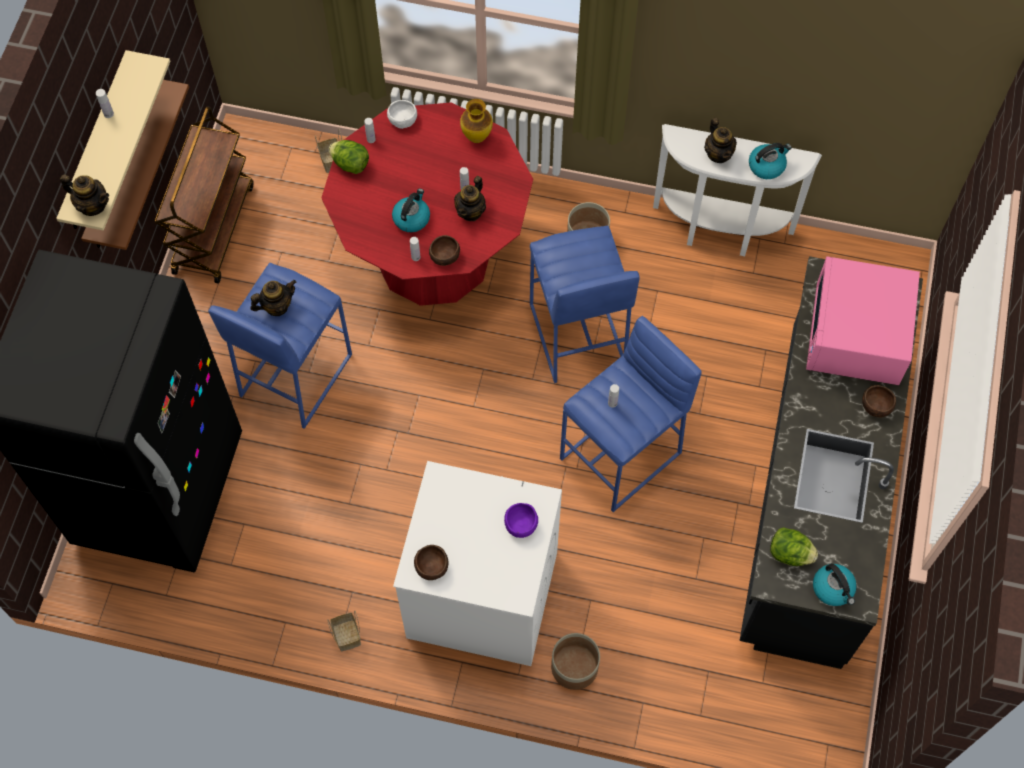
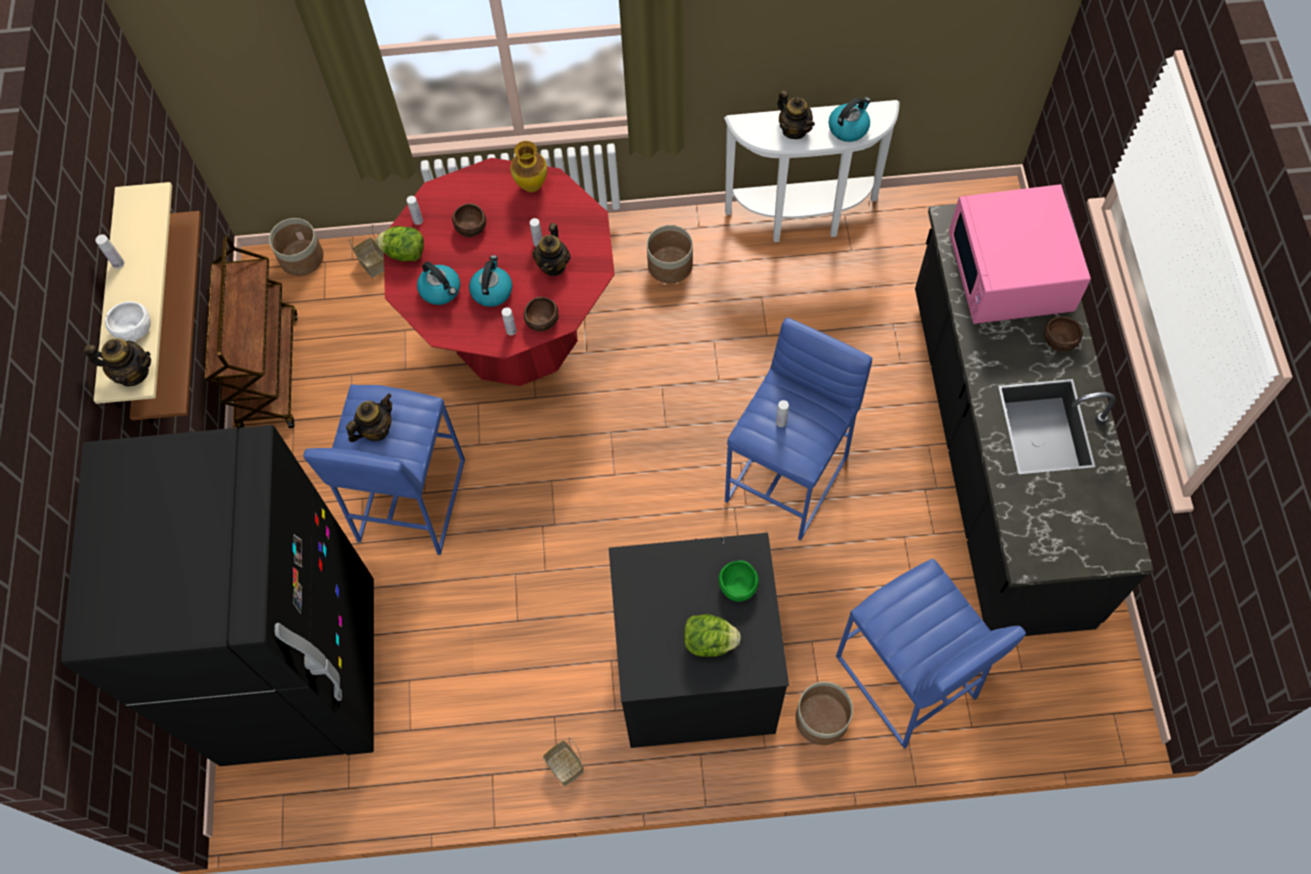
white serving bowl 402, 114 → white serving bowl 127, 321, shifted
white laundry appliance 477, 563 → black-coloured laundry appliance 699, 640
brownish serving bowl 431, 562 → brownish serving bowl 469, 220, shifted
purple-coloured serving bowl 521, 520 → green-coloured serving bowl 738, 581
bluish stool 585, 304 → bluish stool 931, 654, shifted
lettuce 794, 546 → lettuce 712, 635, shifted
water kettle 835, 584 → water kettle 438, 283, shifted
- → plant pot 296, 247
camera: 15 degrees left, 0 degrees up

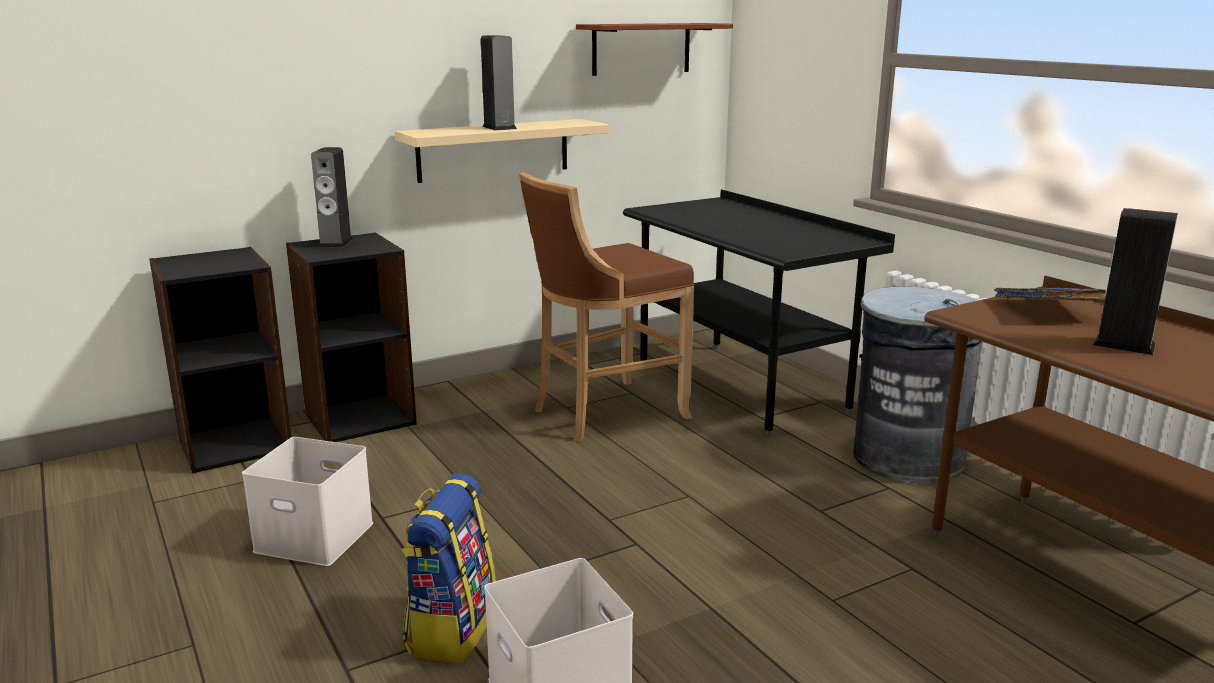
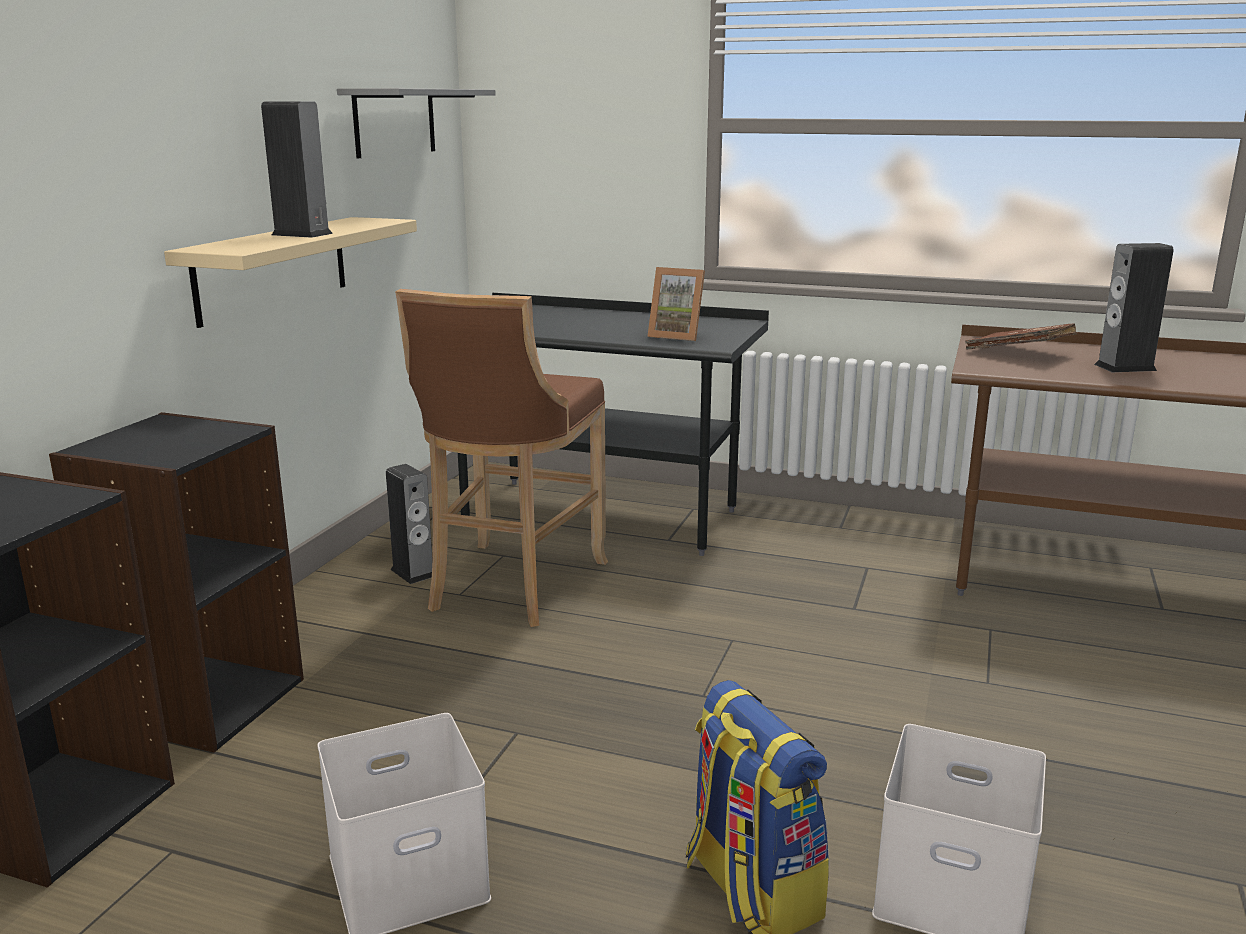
loudspeaker 332, 197 → loudspeaker 409, 524, shifted
brownish bracket shelf 654, 49 → greyish bracket shelf 416, 123
greyish rubbish bin 917, 385 → -
bluish volume 1050, 295 → brownish volume 1020, 336
- → standing frame 676, 304
camera: 40 degrees left, 0 degrees up

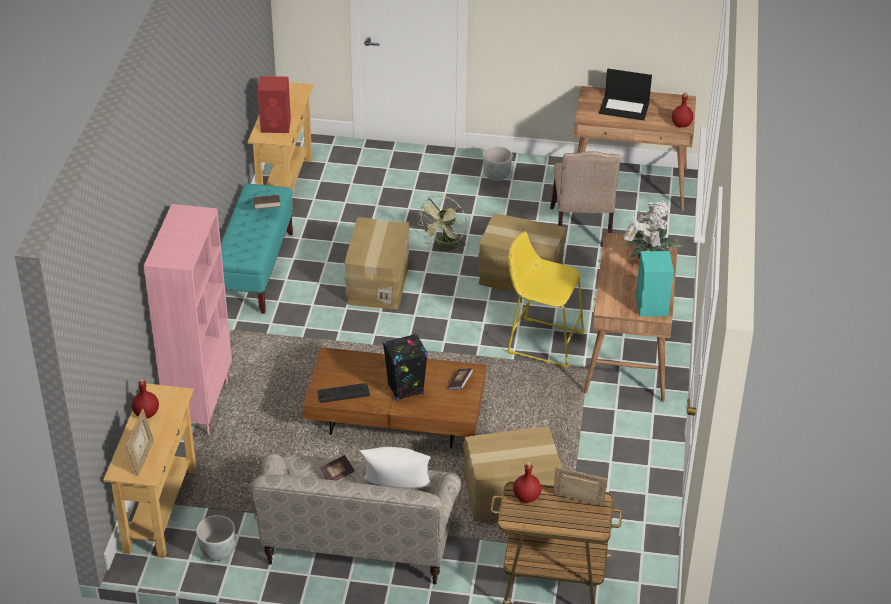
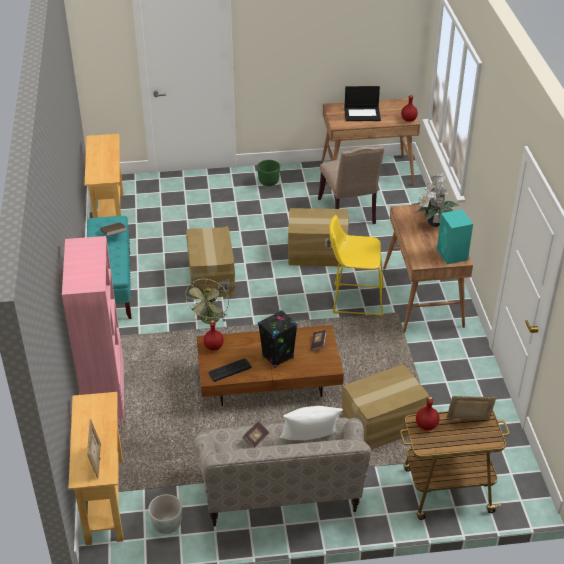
red drink bottle 145, 398 → red drink bottle 214, 335, shifted
red loudspeaker 274, 104 → -
green-coloured cooling fan 442, 223 → green-coloured cooling fan 207, 301, shifted
greyish plant pot 498, 163 → green-coloured plant pot 268, 173
camera: 15 degrees left, 0 degrees up

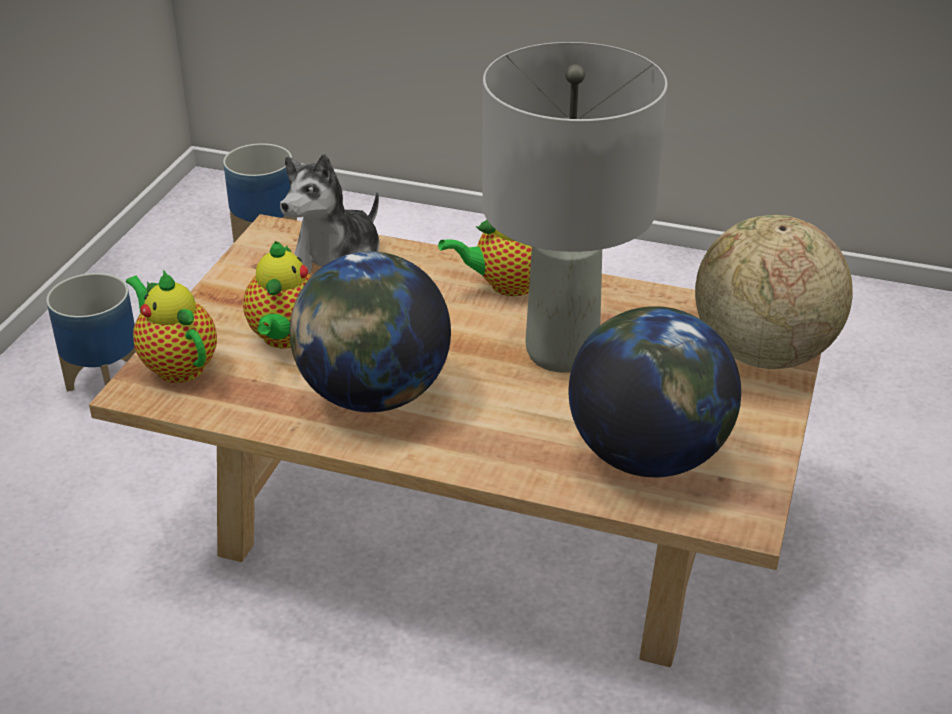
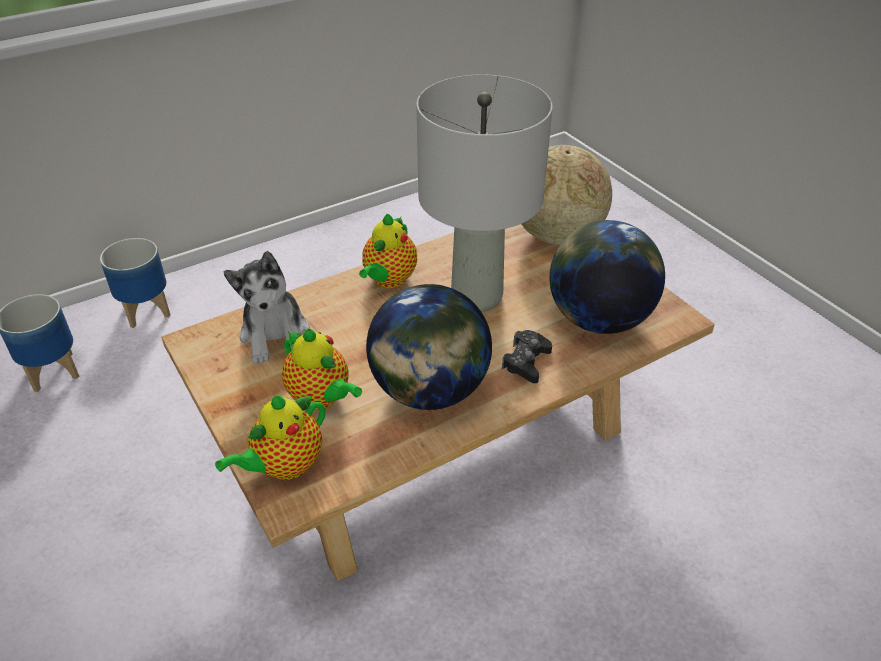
plant pot 91, 332 → plant pot 135, 283, shifted
tea pot 171, 326 → tea pot 270, 437, 45 degrees counterclockwise
- → black-coloured joypad 527, 356
camera: 50 degrees left, 5 degrees up

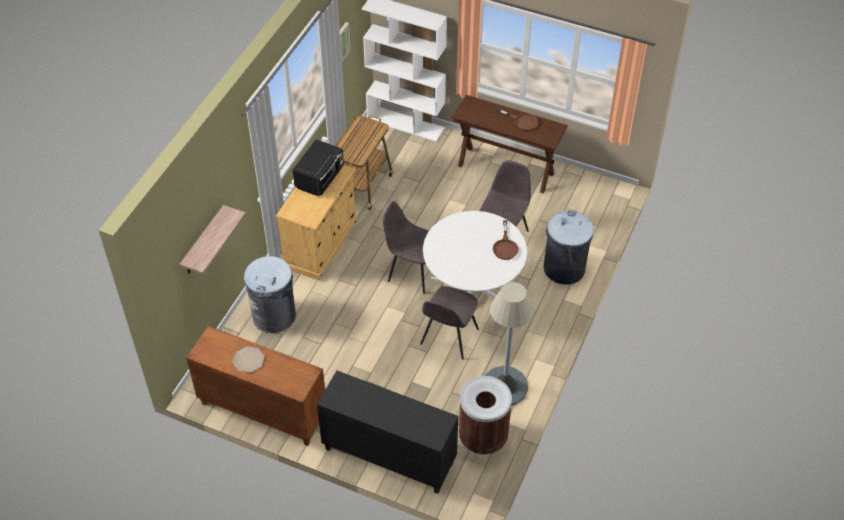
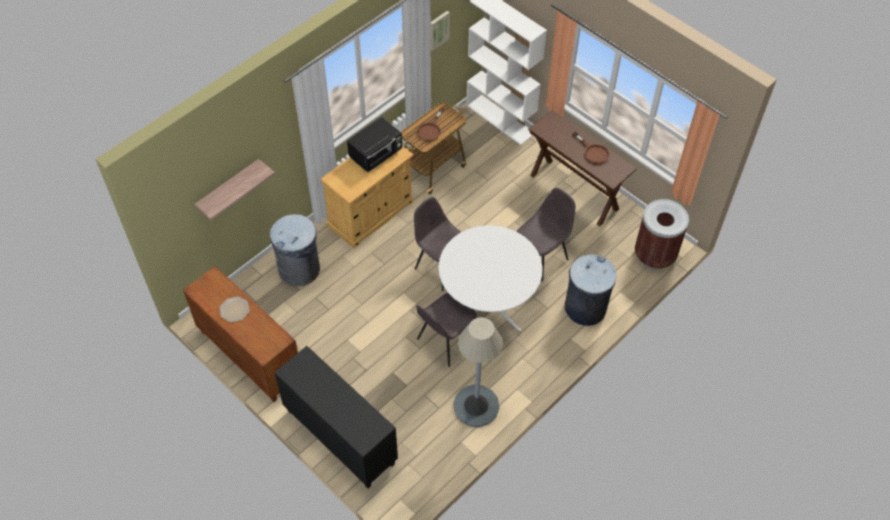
brownish rubbish bin 485, 415 → brownish rubbish bin 662, 234, shifted
brownish frying pan 506, 240 → brownish frying pan 430, 124, shifted
camera: 20 degrees right, 5 degrees up

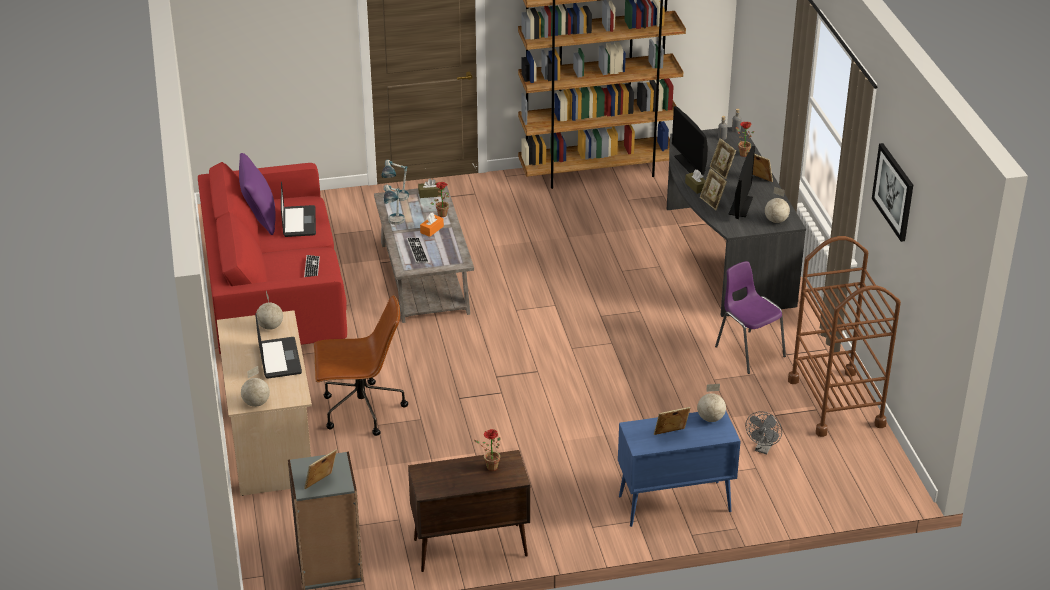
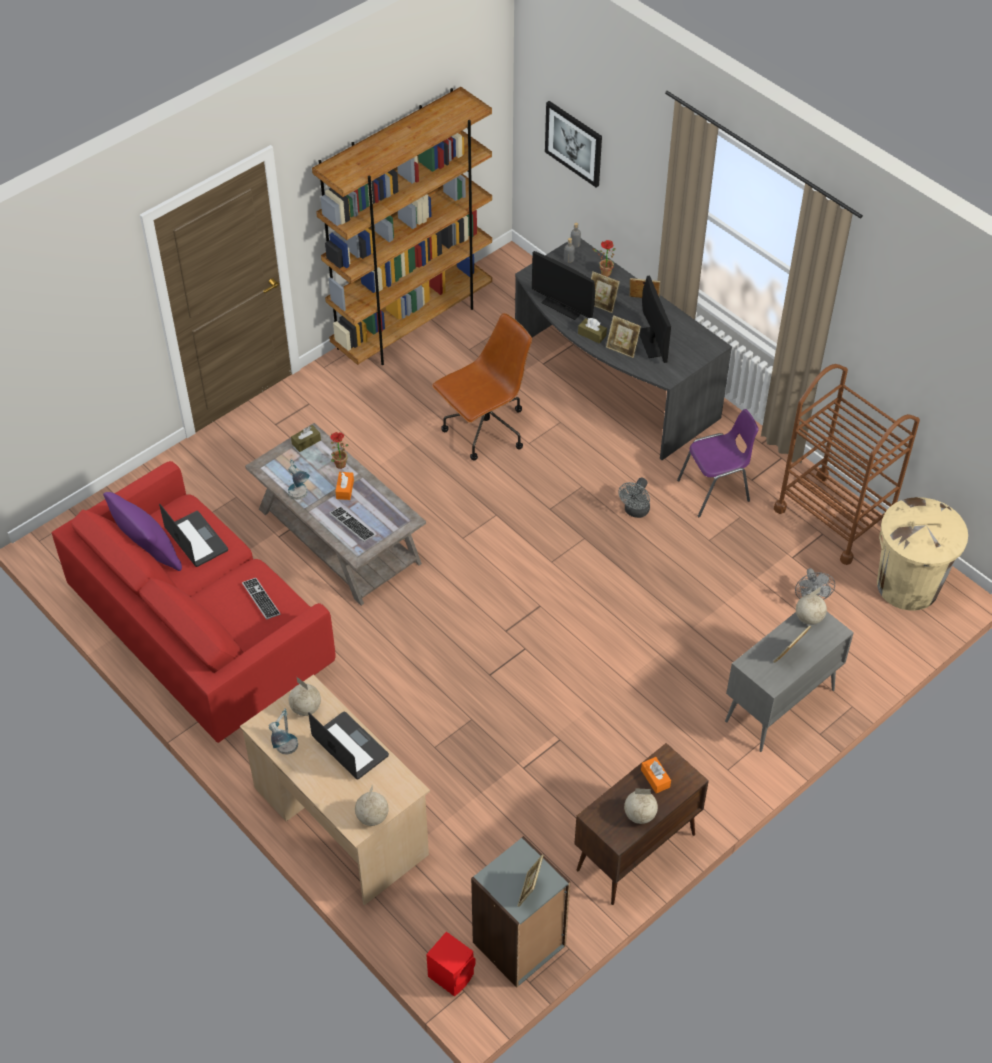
brownish office chair 361, 365 → brownish office chair 482, 387, shifted
table lamp 395, 180 → table lamp 283, 732, shifted
houseplant 487, 450 → orange-coloured box of tissues 656, 775
bluish cupboard 679, 469 → greyish cupboard 789, 682
purple-coloured plain chair 750, 317 → purple-coloured plain chair 718, 463, 135 degrees clockwise
globe 777, 205 → globe 641, 806, shifted
picture 892, 192 → picture 573, 144, shifted
- → red loudspeaker 451, 964
- → greyish cooling fan 634, 498
- → beige-coloured rubbish bin 922, 554
camera: 30 degrees left, 15 degrees up

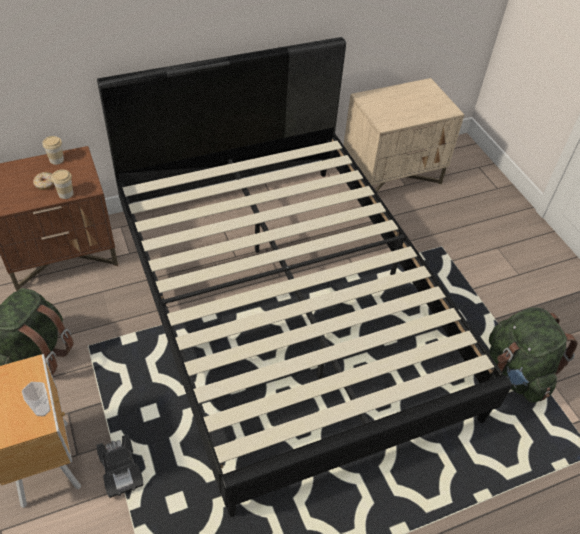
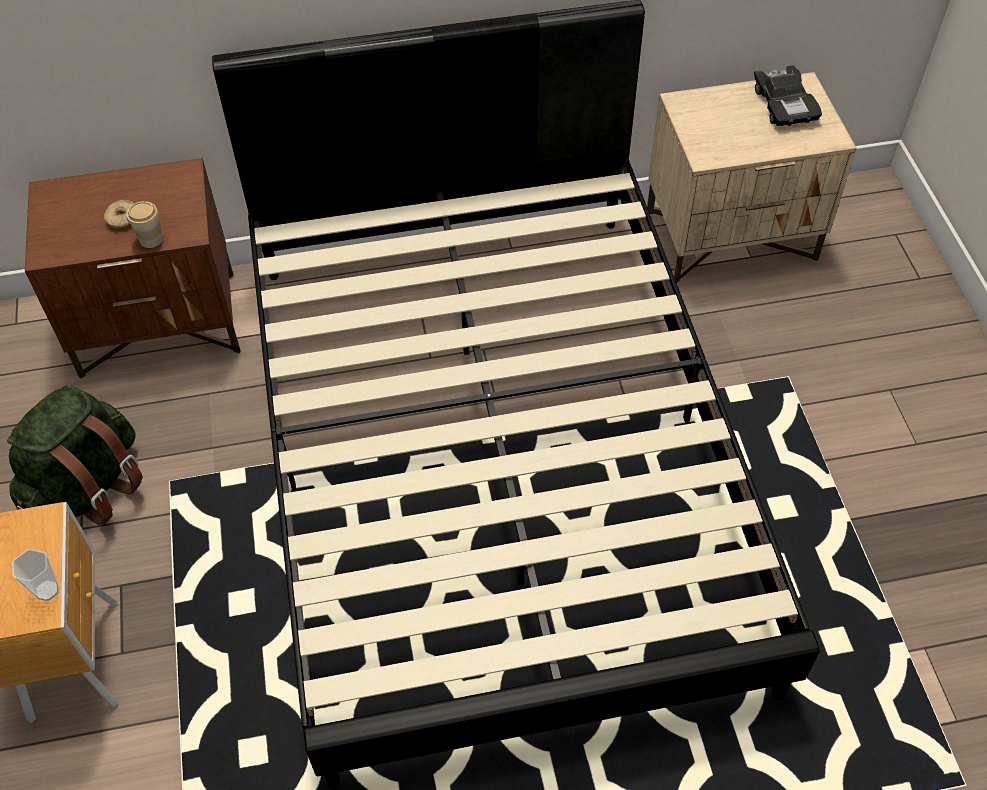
drinking cup 53, 150 → -
black-coloured toy car 119, 466 → black-coloured toy car 788, 95, shifted
green-coloured rucksack 533, 355 → -
camera: 15 degrees right, 5 degrees up

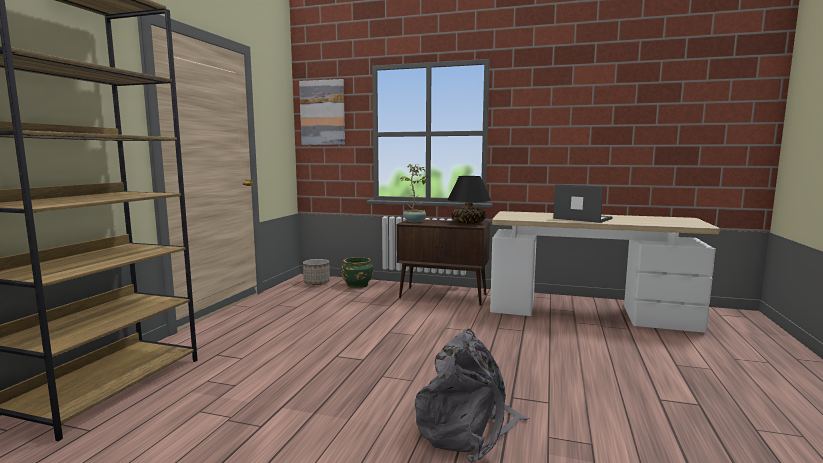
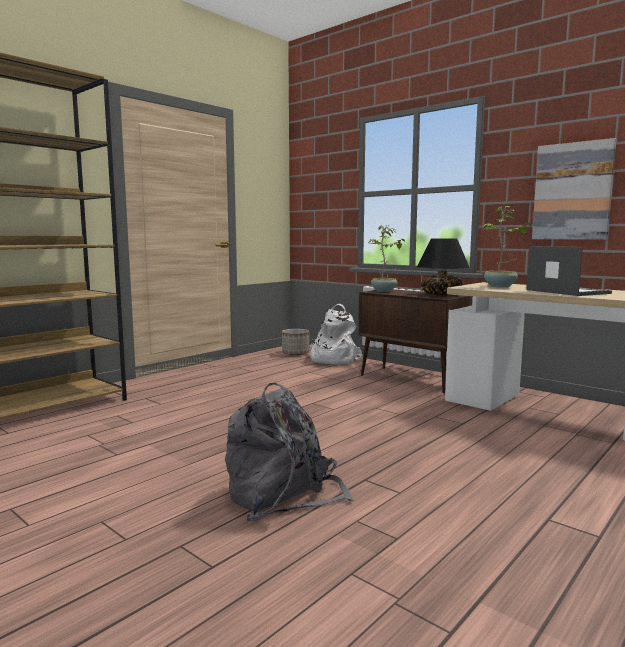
picture 322, 112 → picture 574, 189, shifted
green-coloured plant pot 357, 272 → white rucksack 336, 334
- → houseplant 506, 246
camera: 25 degrees right, 0 degrees up

